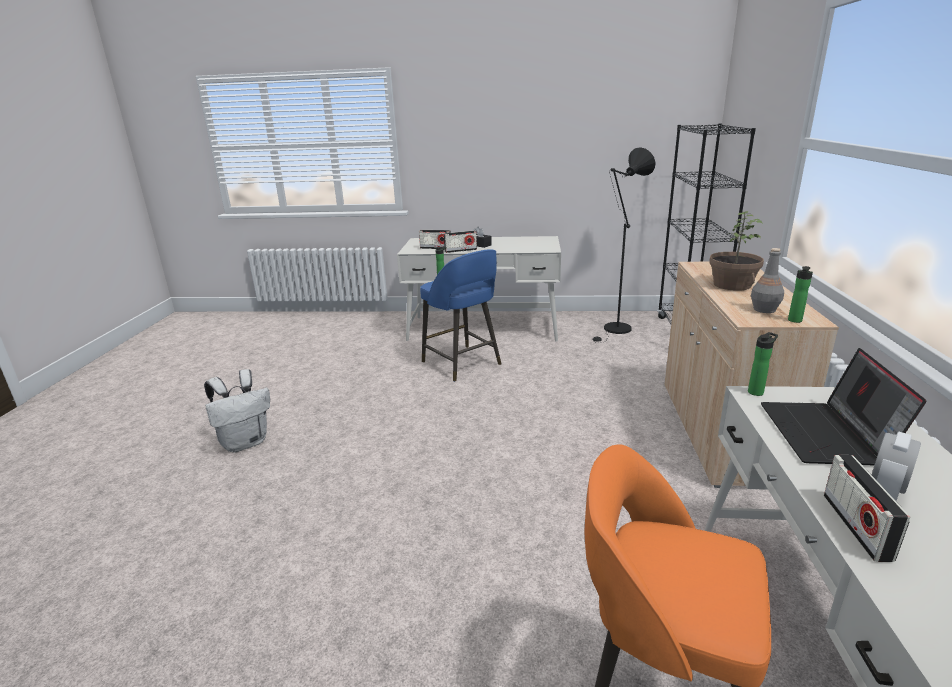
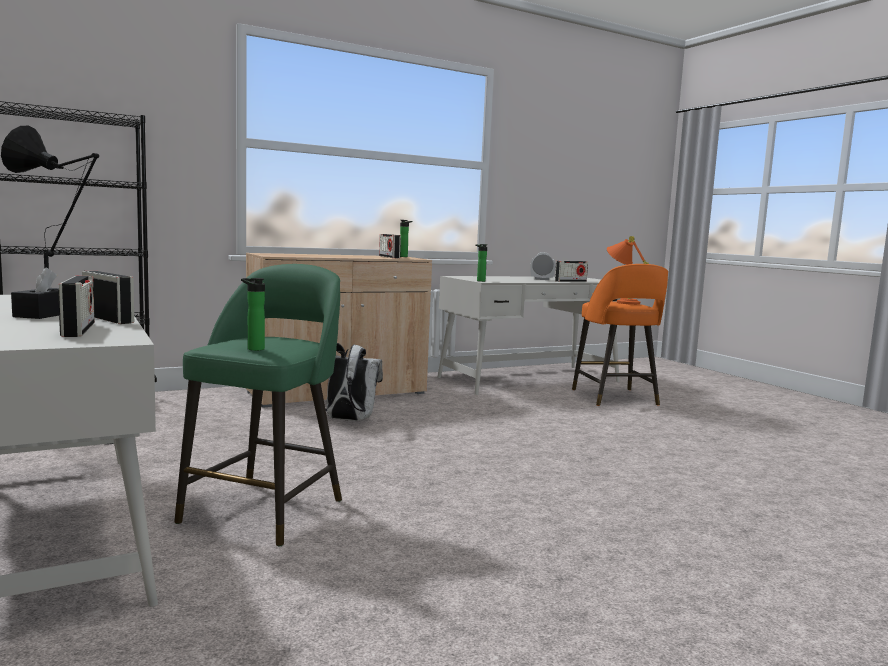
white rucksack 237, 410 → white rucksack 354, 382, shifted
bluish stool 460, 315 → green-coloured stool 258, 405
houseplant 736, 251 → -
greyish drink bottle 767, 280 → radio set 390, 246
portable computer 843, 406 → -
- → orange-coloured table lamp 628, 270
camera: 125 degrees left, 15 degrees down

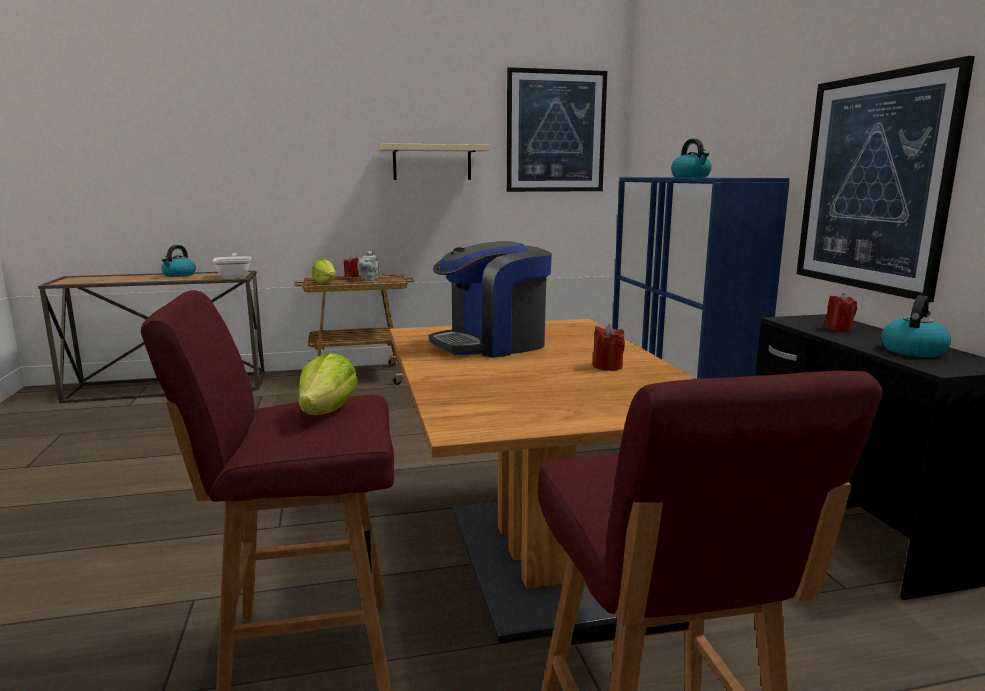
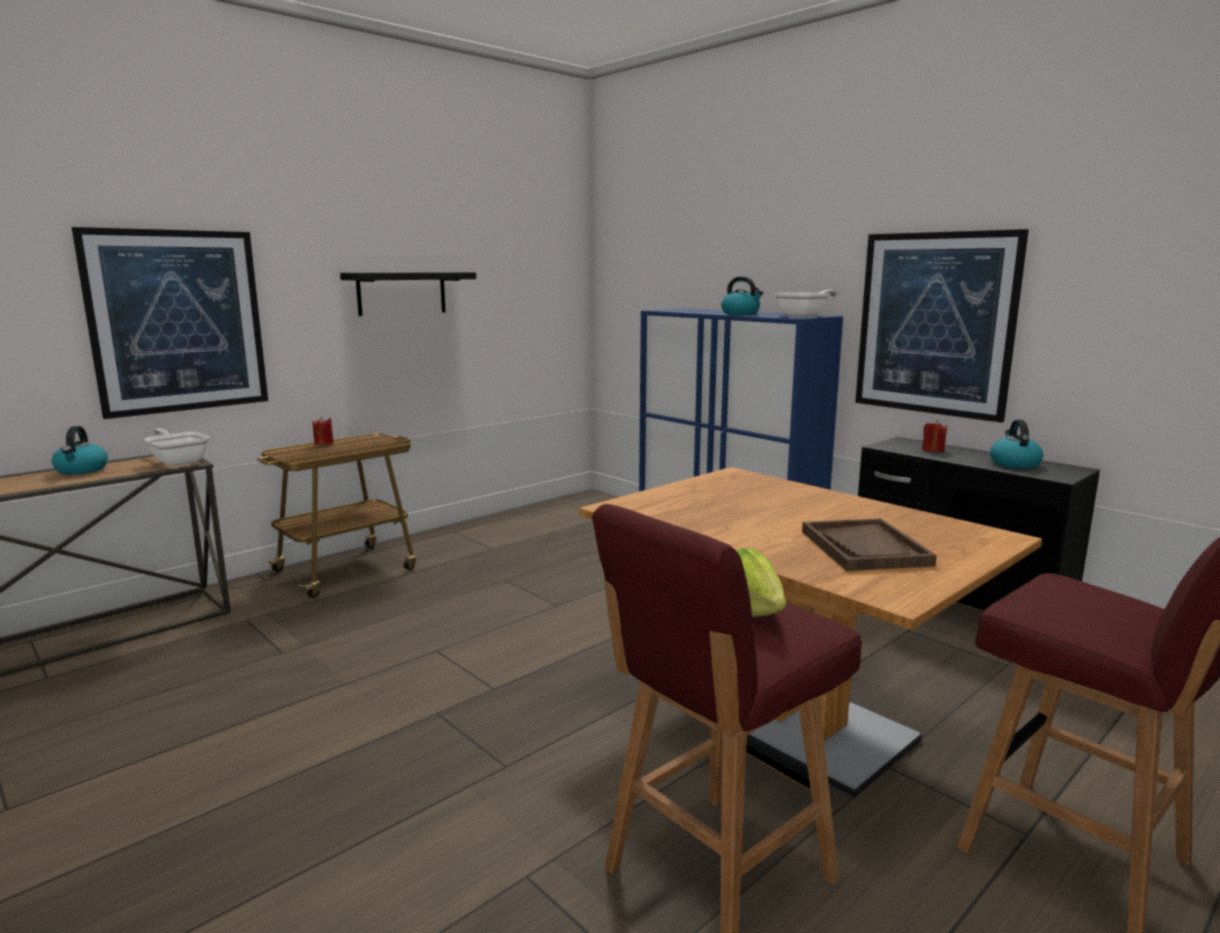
lettuce 324, 271 → -
greyish tea pot 368, 266 → -
beige-coloured bracket shelf 434, 161 → black-coloured bracket shelf 408, 294
coffee maker 490, 299 → -
picture 557, 129 → picture 170, 323, shifted
red candle 609, 347 → -
- → frying pan 805, 304
- → brownish serving tray 869, 544
camera: 30 degrees left, 0 degrees up

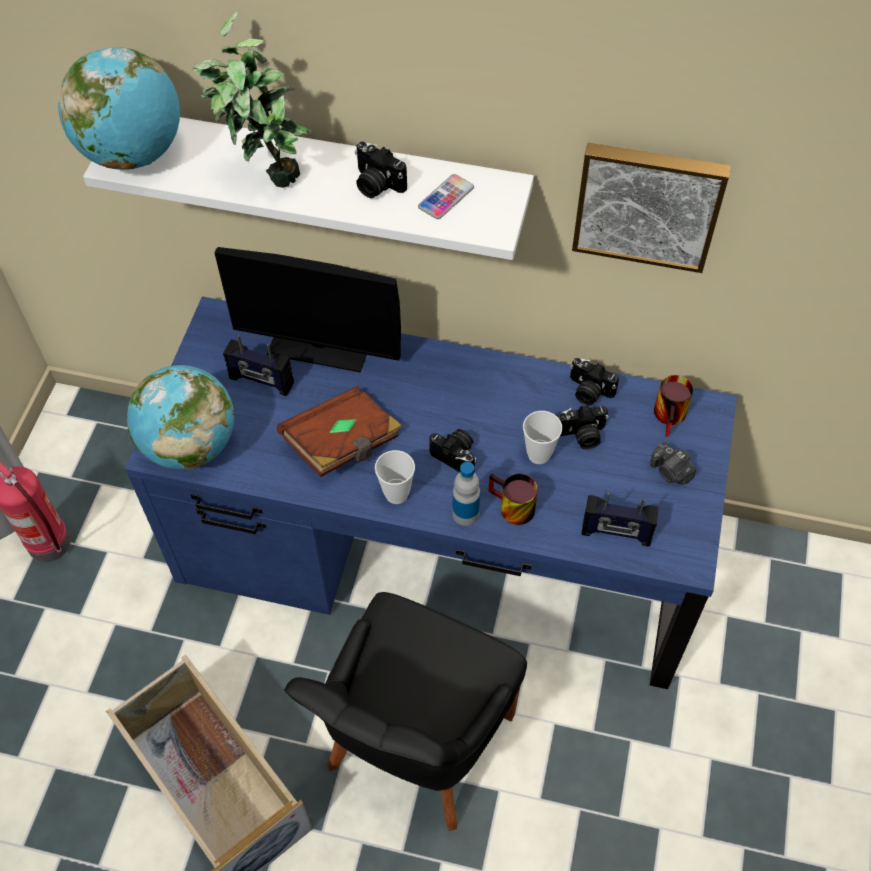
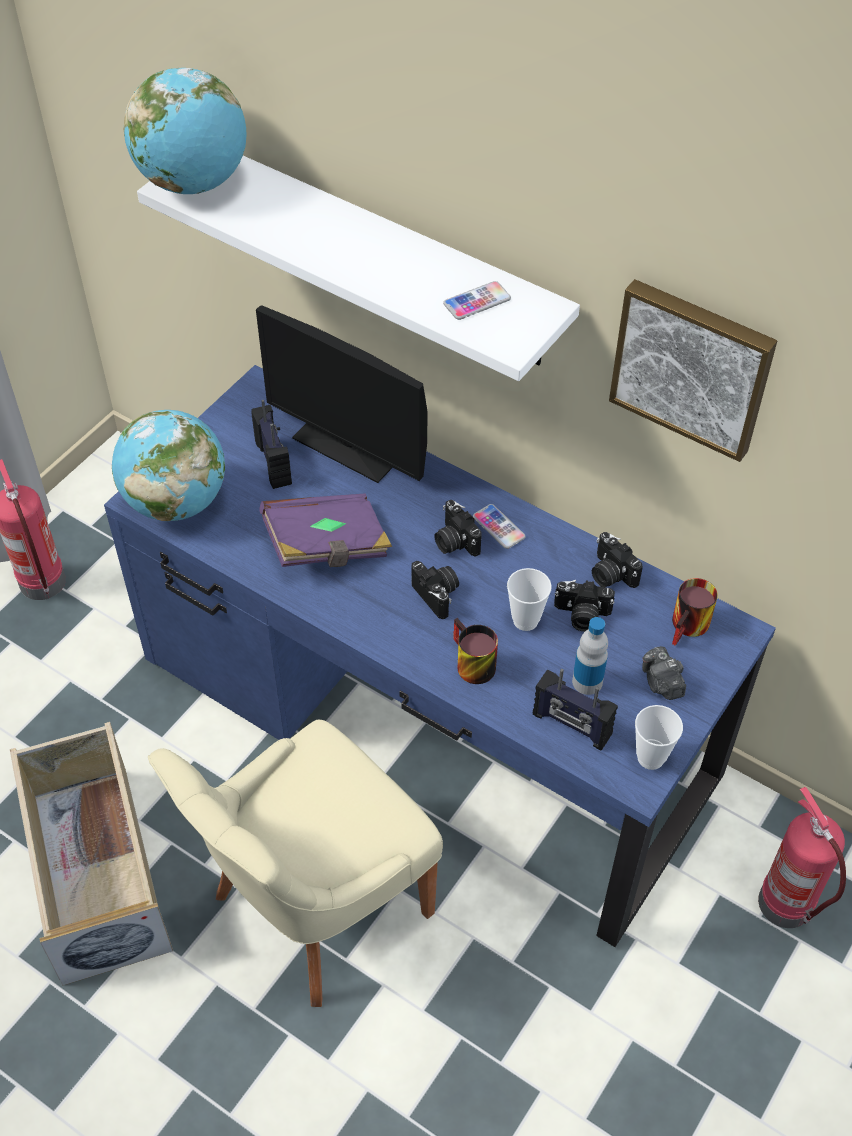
houseplant 252, 99 → -
radio set 258, 365 → radio set 271, 444, 150 degrees counterclockwise
brownish volume 339, 431 → purple-coloured volume 325, 530
black-coloured plain chair 405, 711 → beige-coloured plain chair 295, 863
still camera 381, 169 → still camera 457, 528, shifted
drinking cup 395, 477 → drinking cup 659, 737, shifted
drink bottle 466, 494 → drink bottle 590, 656, shifted
- → phone 499, 526
- → fire extinguisher 802, 857
camera: 20 degrees right, 5 degrees down

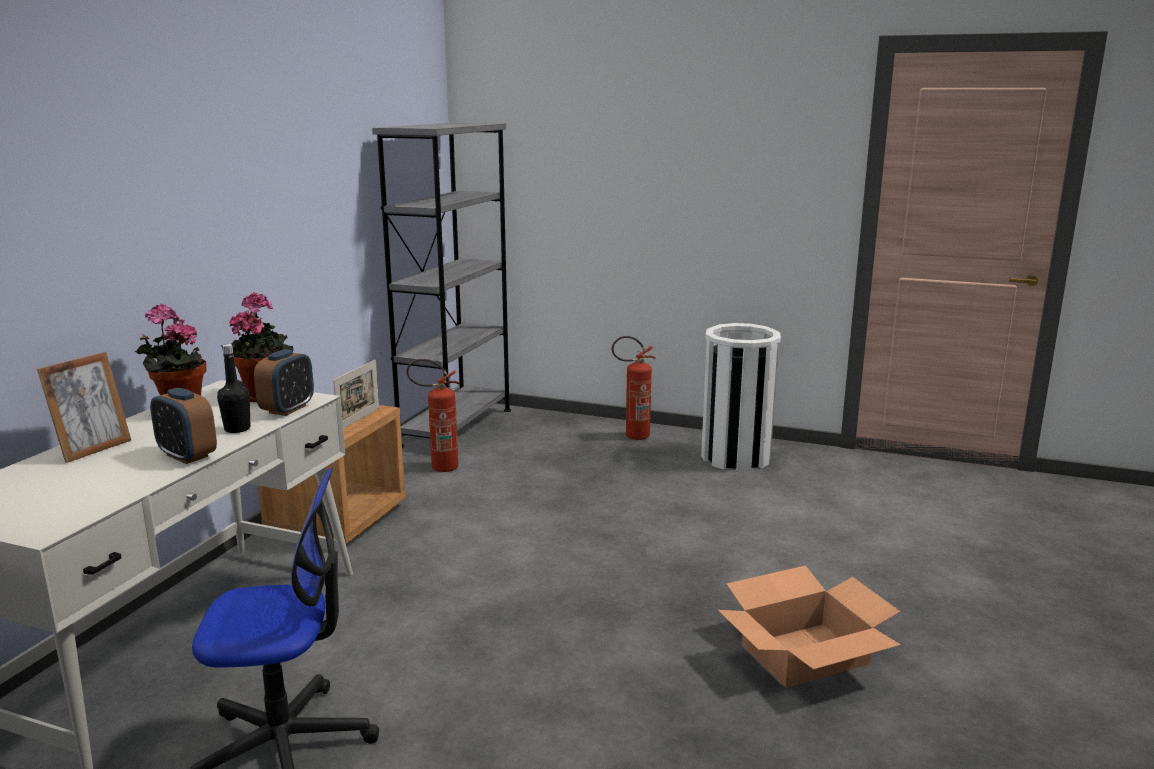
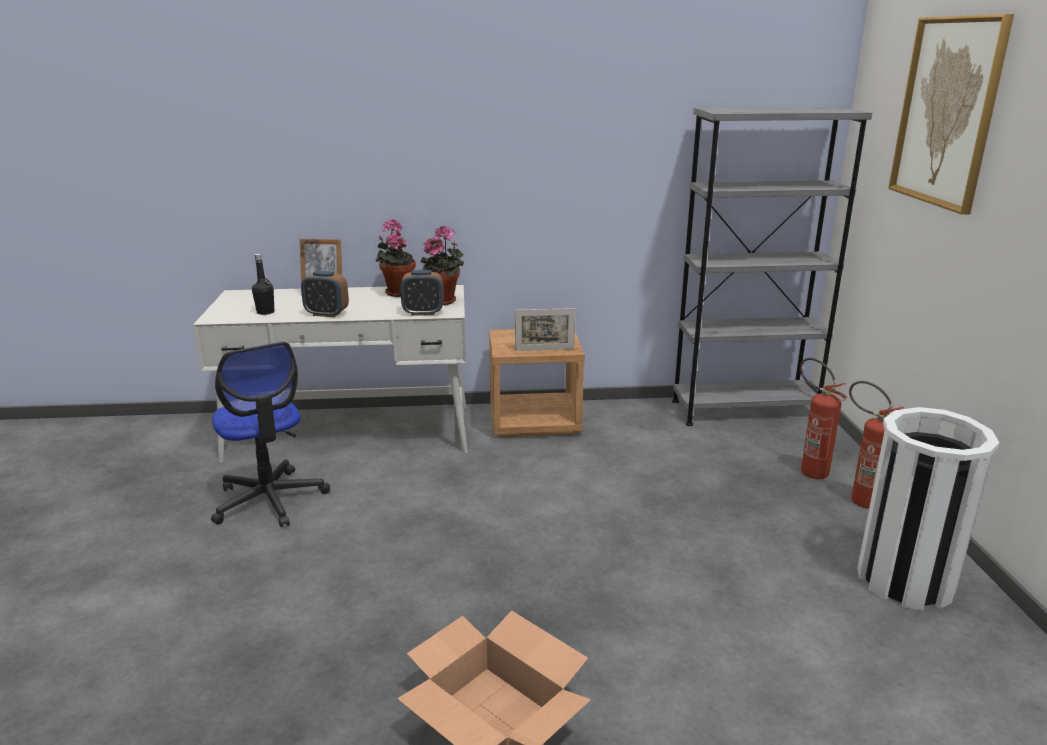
alarm clock 183, 426 → alarm clock 325, 294, 90 degrees counterclockwise
black-coloured drink bottle 233, 388 → black-coloured drink bottle 263, 284, shifted
fire extinguisher 433, 415 → fire extinguisher 823, 418, shifted
- → picture 951, 114
camera: 65 degrees right, 5 degrees up

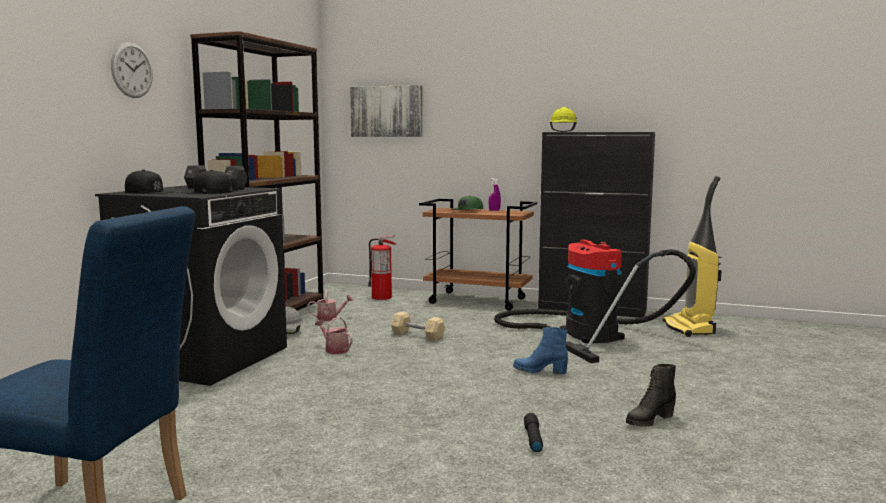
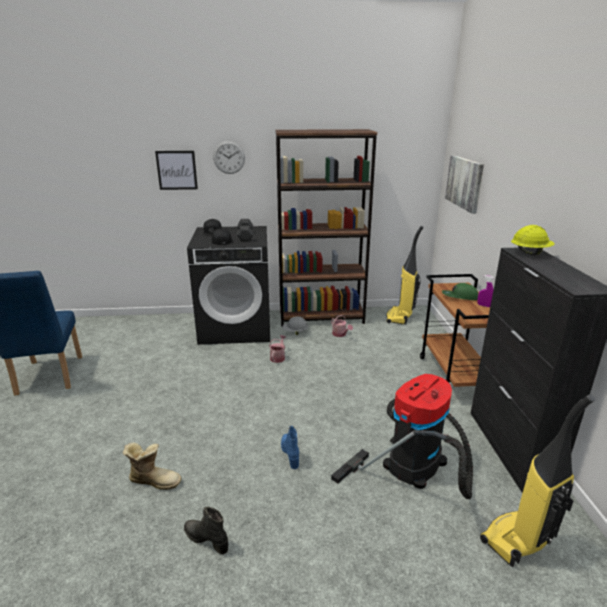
fire extinguisher 382, 267 → -
beige-coloured dumbbell 418, 326 → -
black-coloured hand torch 533, 432 → tall boot 151, 466
- → picture 176, 170
- → vacuum cleaner 405, 275
camera: 65 degrees right, 15 degrees up

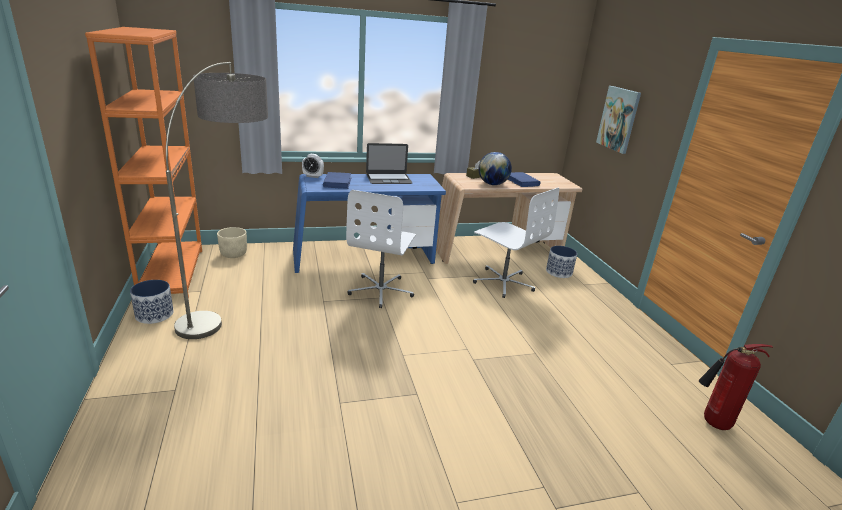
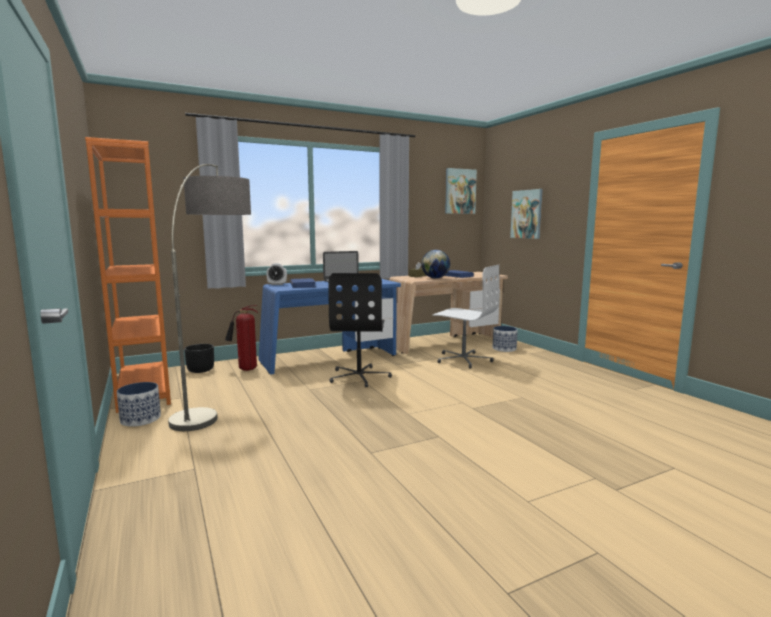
beige-coloured plant pot 232, 242 → black-coloured plant pot 199, 358
white office chair 381, 249 → black-coloured office chair 360, 330
fire extinguisher 736, 387 → fire extinguisher 241, 338, shifted
- → picture 461, 191
camera: 10 degrees left, 15 degrees down

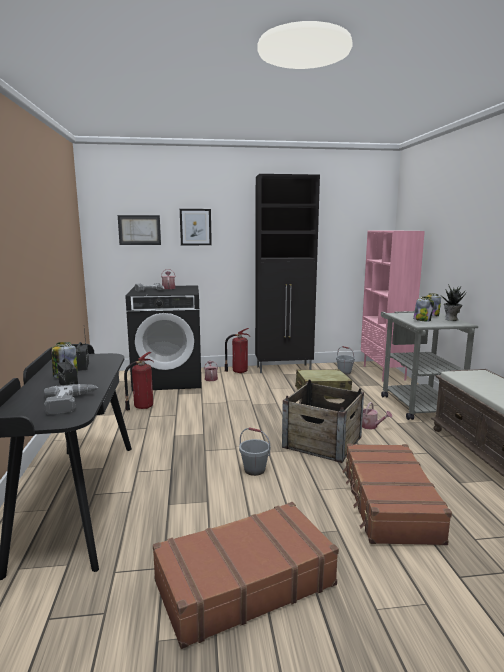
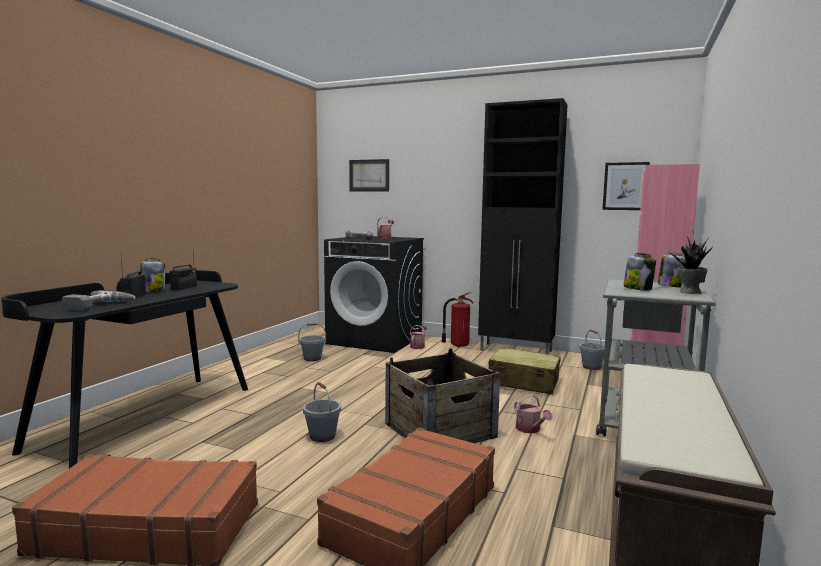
fire extinguisher 139, 381 → greyish water bucket 312, 342
picture 196, 227 → picture 626, 186, shifted
camera: 30 degrees right, 5 degrees down

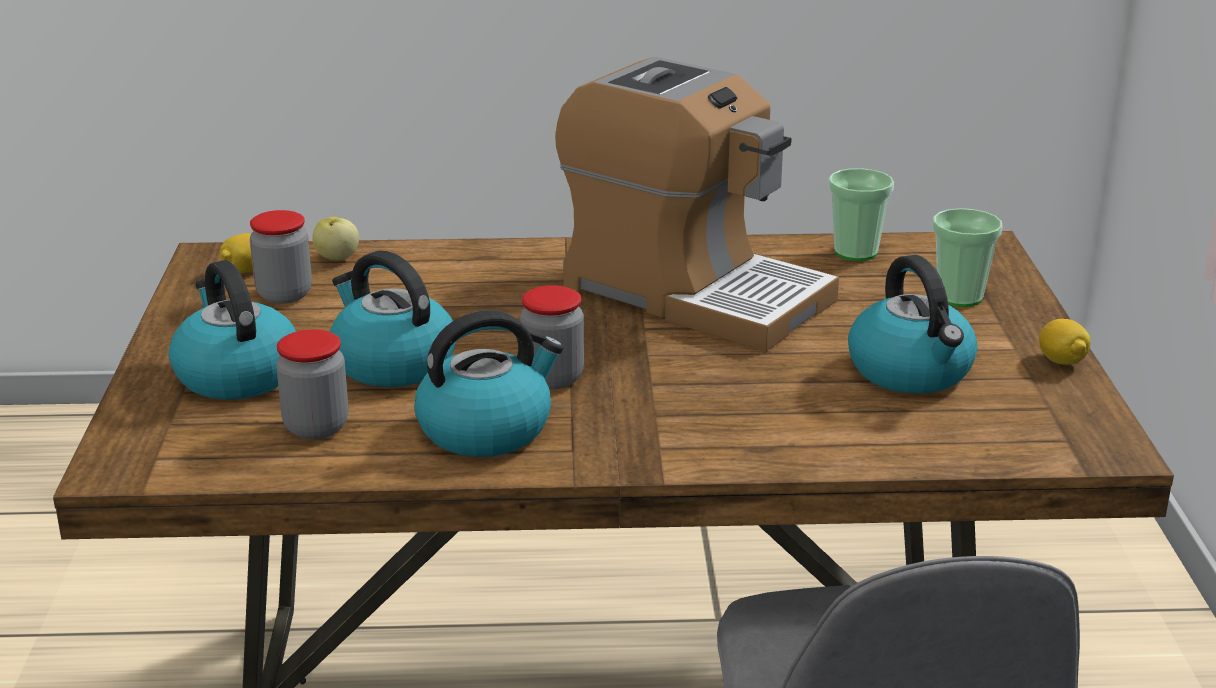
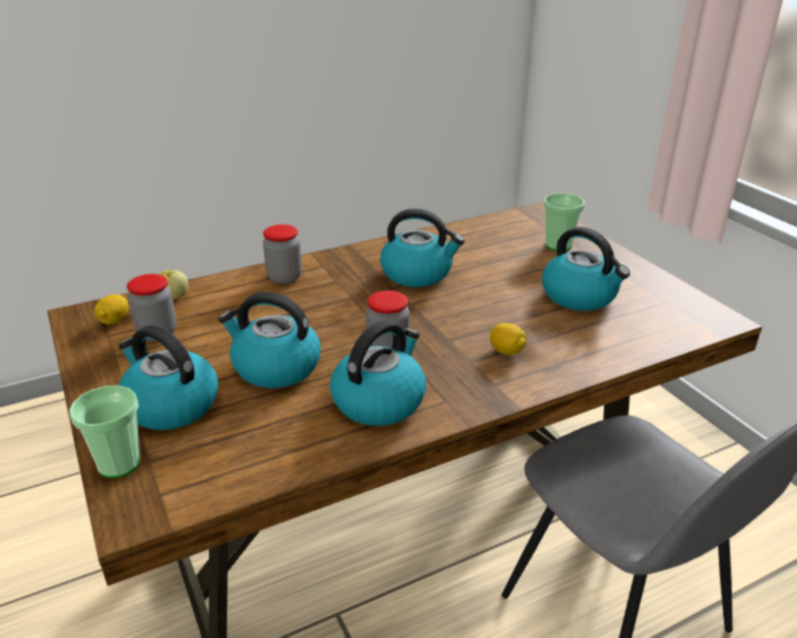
jar 312, 384 → jar 282, 254, shifted
coffee maker 697, 204 → water kettle 422, 248
drinking cup 861, 214 → drinking cup 105, 431, shifted
citrus fruit 1065, 342 → citrus fruit 508, 339, shifted
camera: 25 degrees left, 5 degrees up

